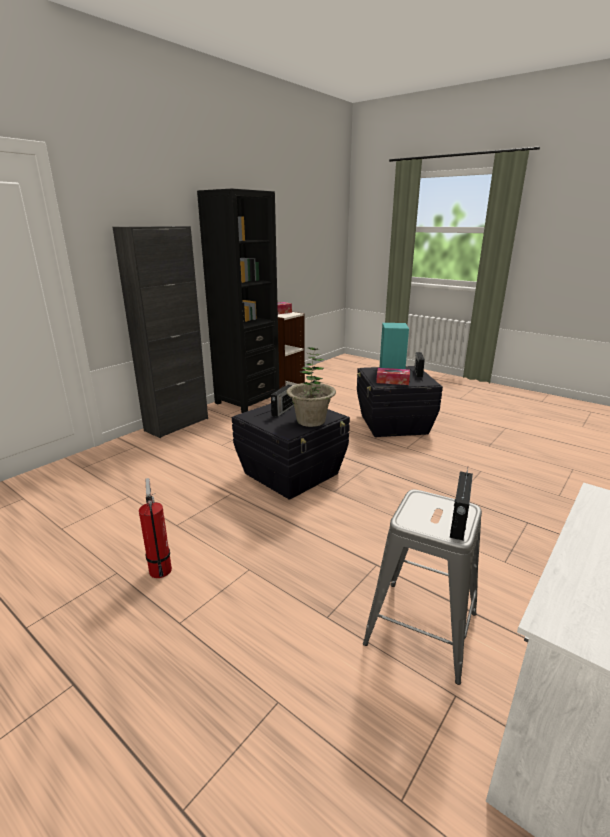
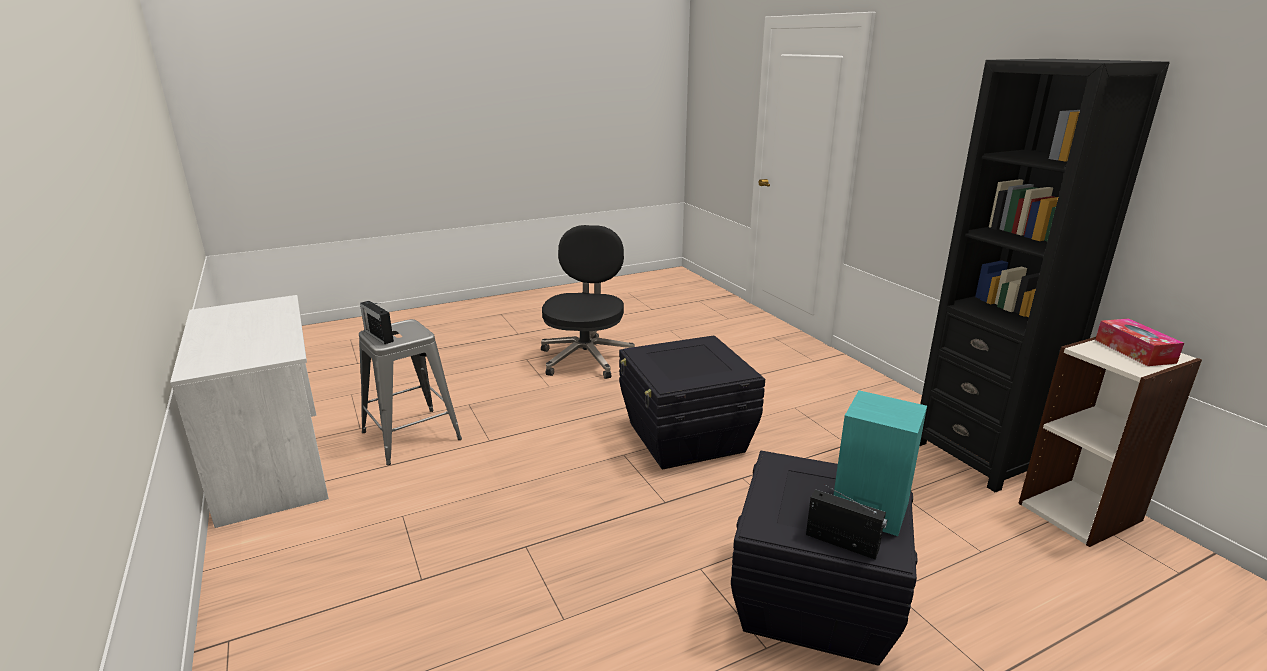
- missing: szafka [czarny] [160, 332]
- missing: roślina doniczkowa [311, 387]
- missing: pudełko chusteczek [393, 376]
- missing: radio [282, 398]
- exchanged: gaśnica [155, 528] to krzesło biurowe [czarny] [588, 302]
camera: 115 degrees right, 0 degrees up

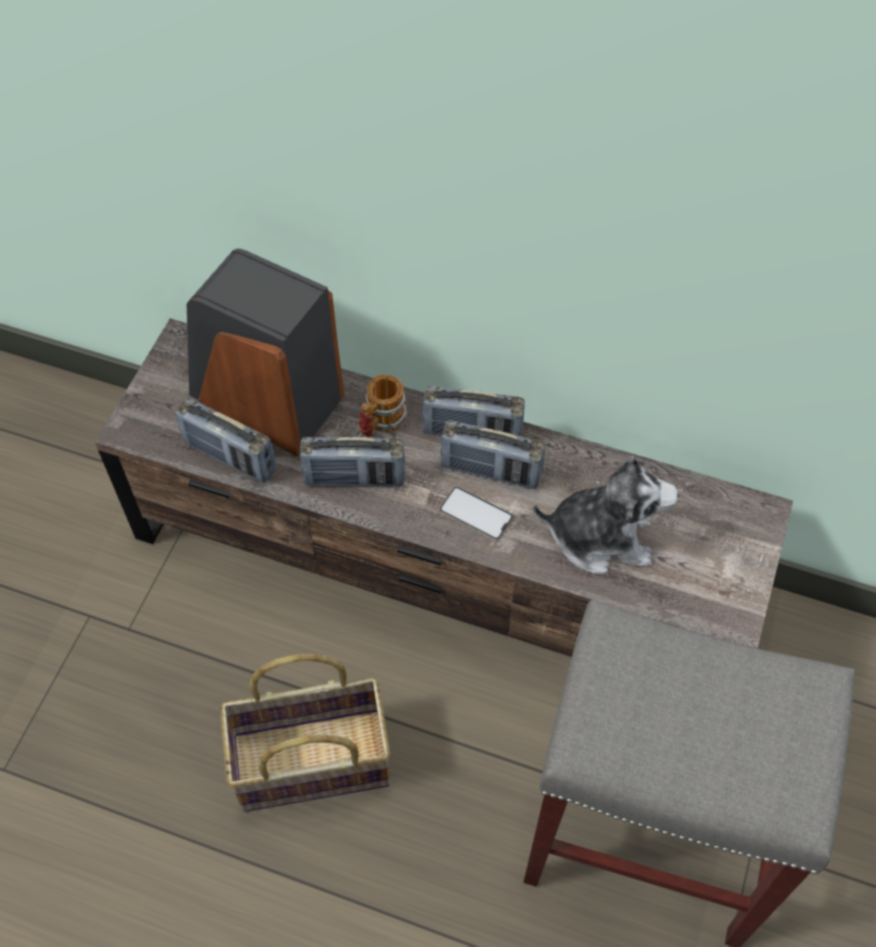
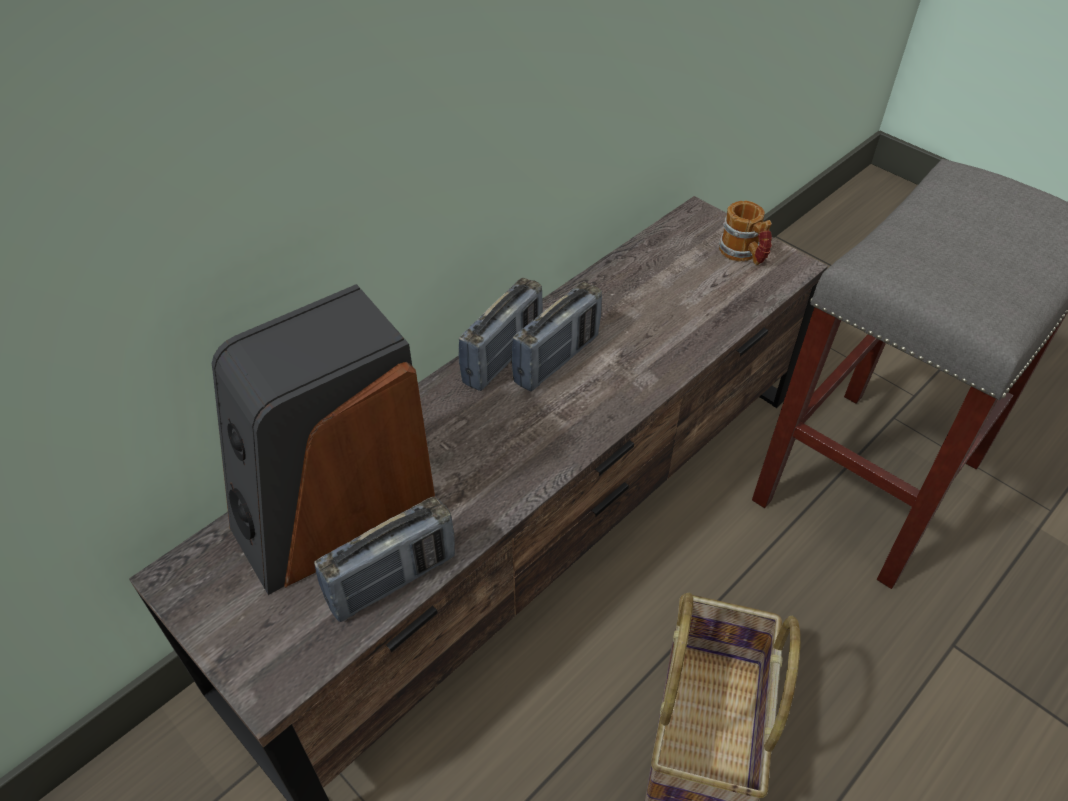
- relocated: kubek [383, 405] to [745, 233]
- missing: radio [352, 462]
- missing: pluszak [606, 515]
- missing: telefon [476, 513]
camera: 65 degrees left, 10 degrees down

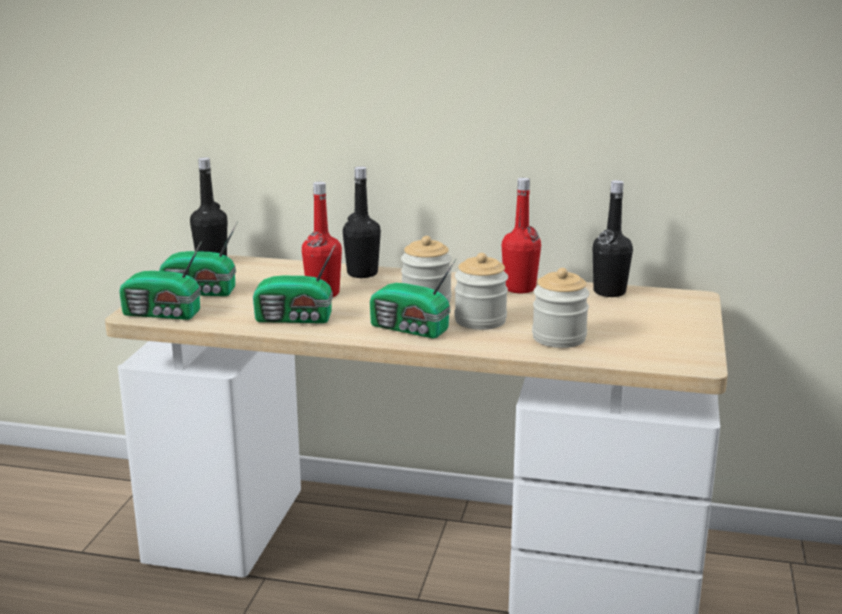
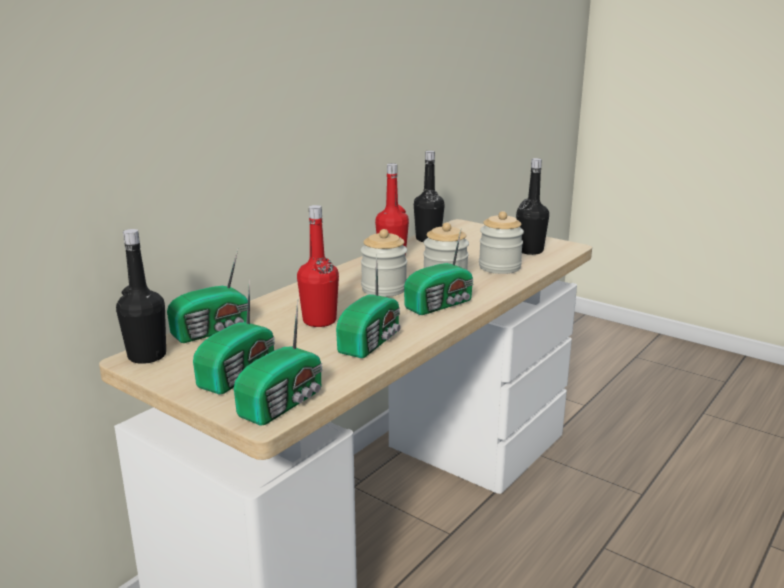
- relocated: butelka [czarny] [362, 222] to [532, 206]
- appeared: radio [207, 296]
camera: 65 degrees left, 0 degrees up

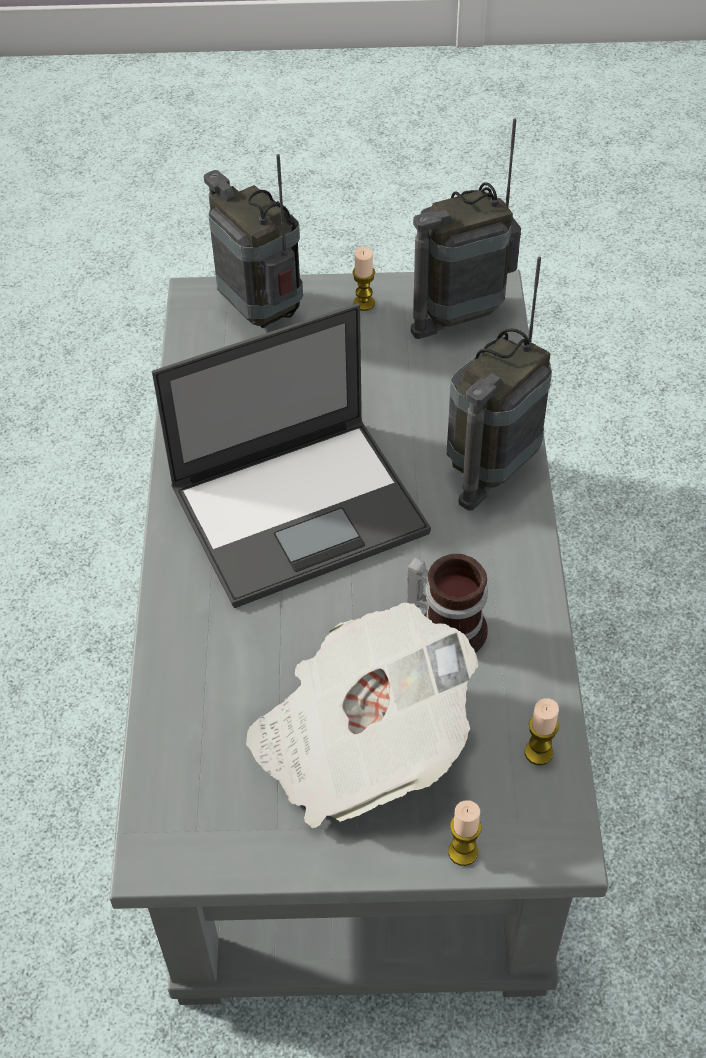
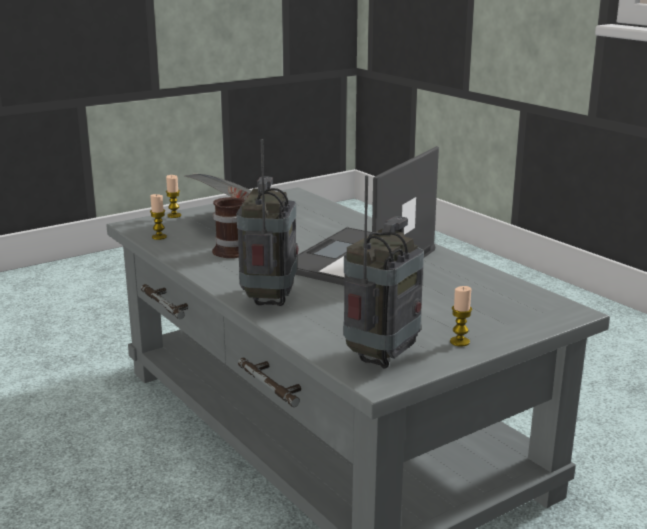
- missing: radio [253, 241]
camera: 145 degrees right, 30 degrees down

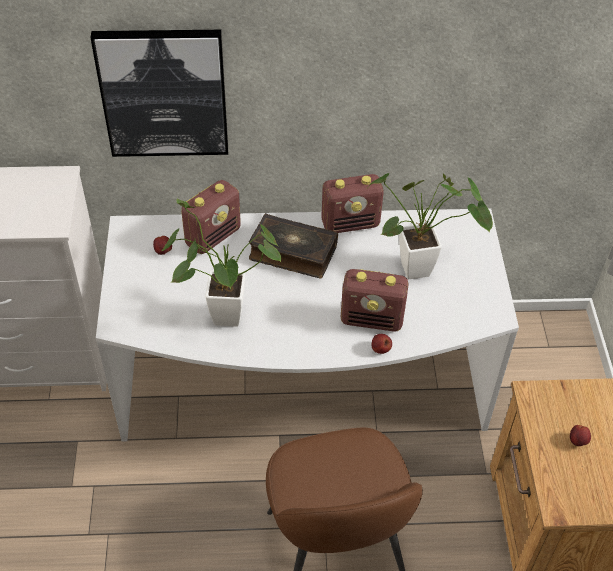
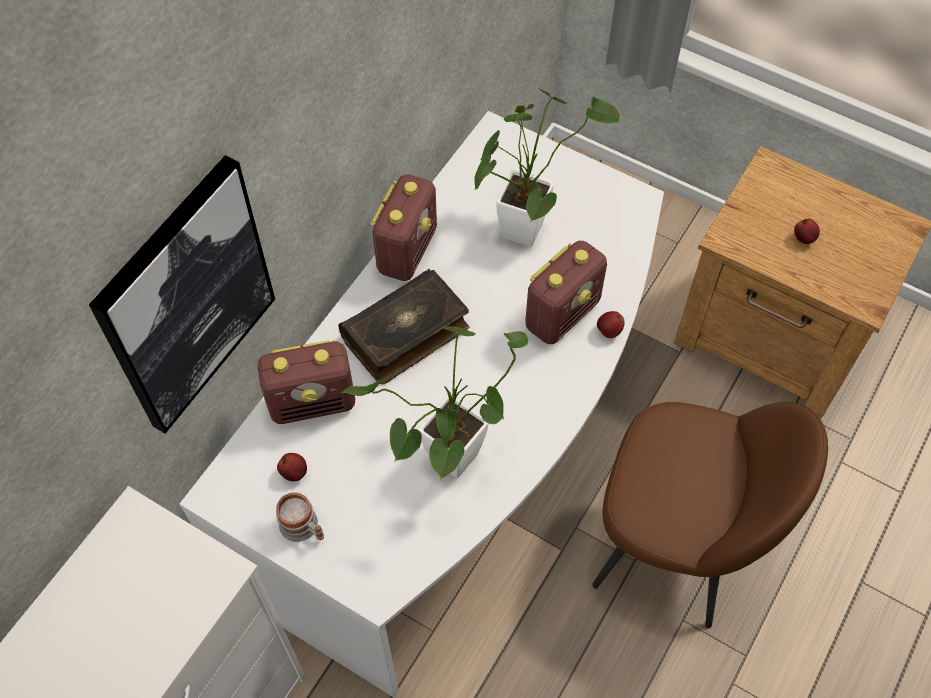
- spun: radio [211, 217] = [306, 382] 90 degrees clockwise
- appeared: kubek [300, 517]
camera: 55 degrees left, 10 degrees up

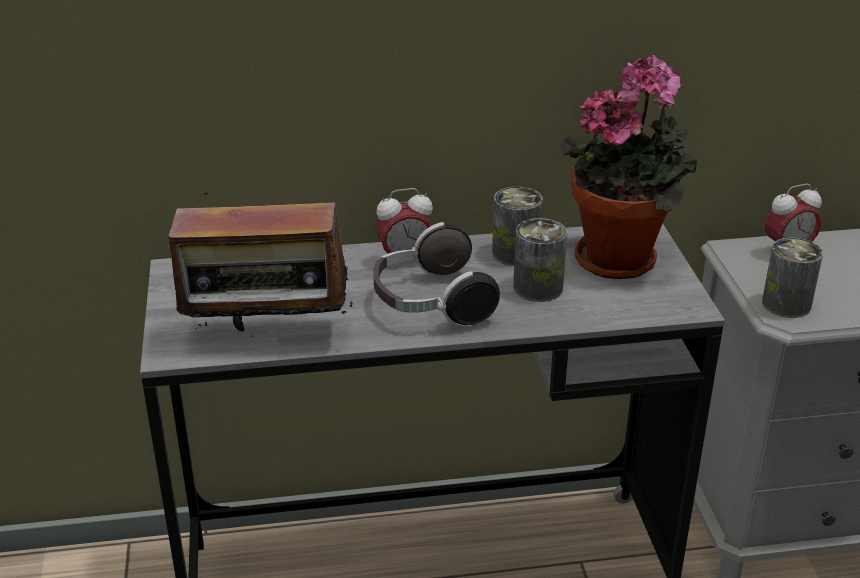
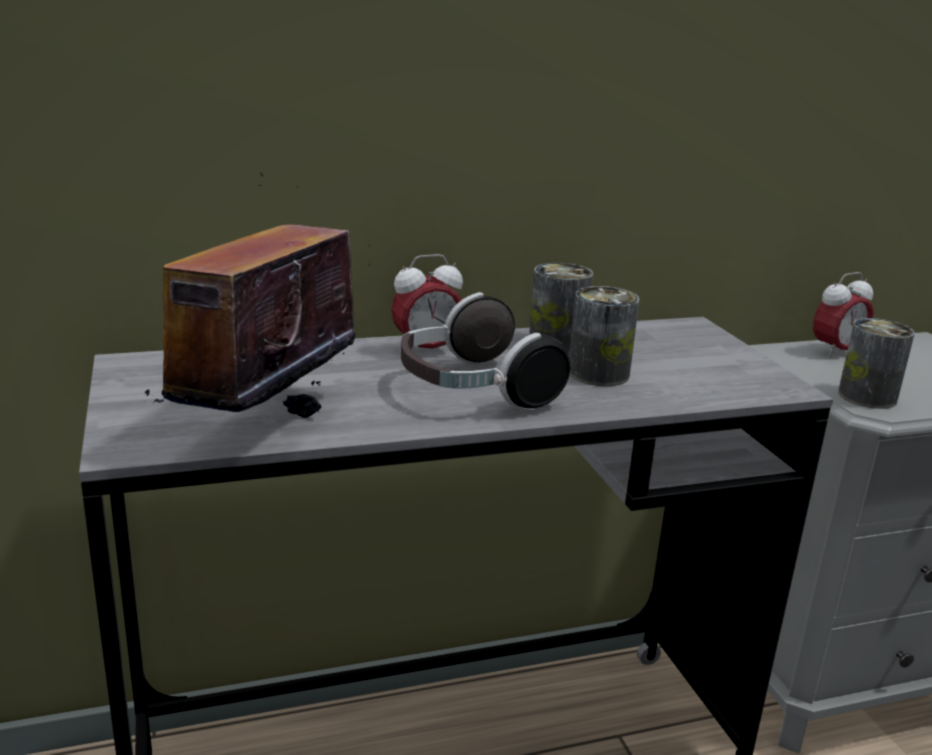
- missing: roślina doniczkowa [629, 167]
- spun: radio [258, 271] = [258, 295] 120 degrees clockwise
camera: 10 degrees left, 10 degrees down

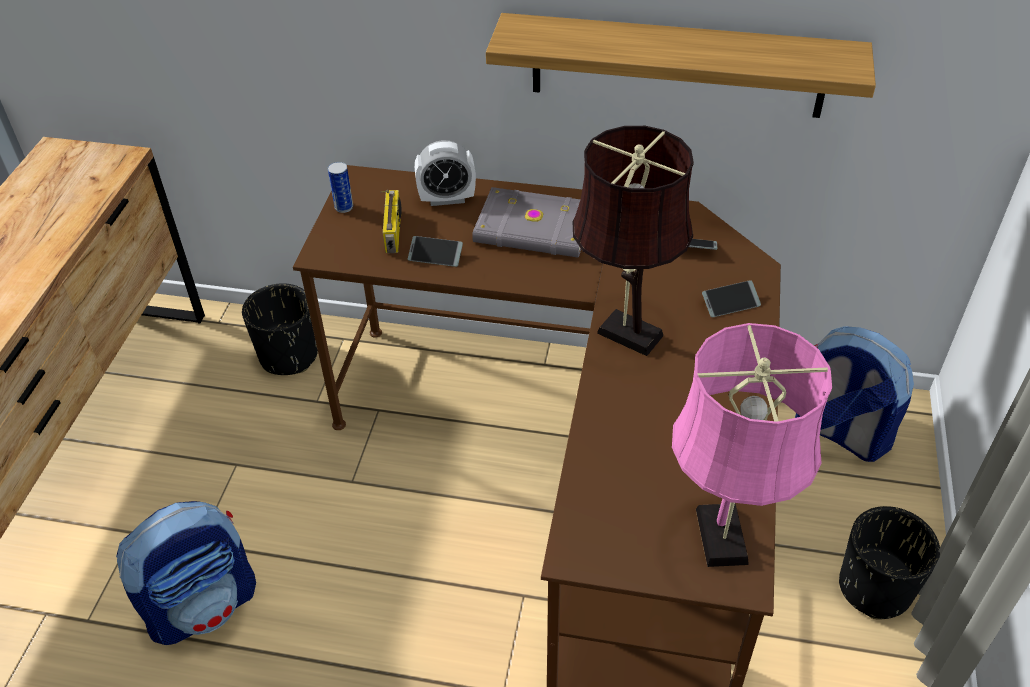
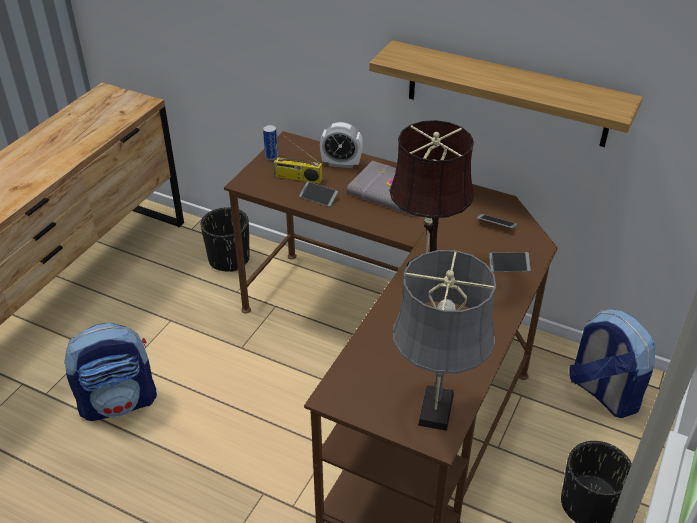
- spun: radio [391, 221] = [297, 159] 90 degrees clockwise
- colour: lampa stołowa [różowy] [752, 445] to lampa stołowa [szary] [444, 340]
camera: 15 degrees right, 5 degrees down

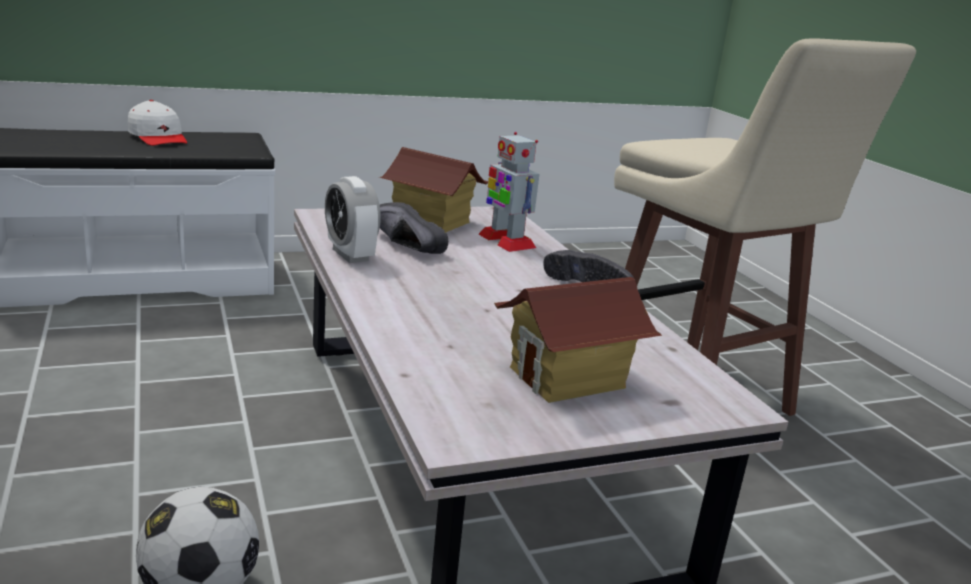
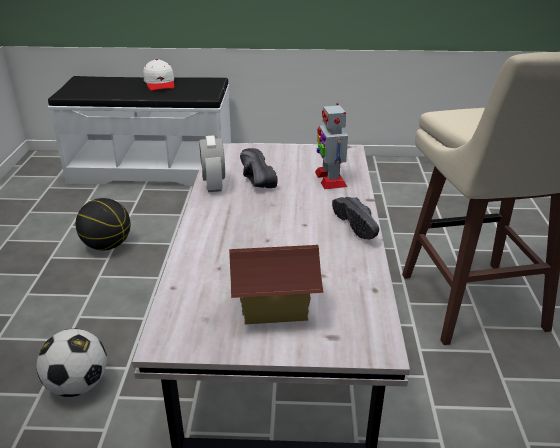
- missing: domek [433, 190]
- appeared: piłka do koszykówki [103, 224]
camera: 25 degrees right, 10 degrees up

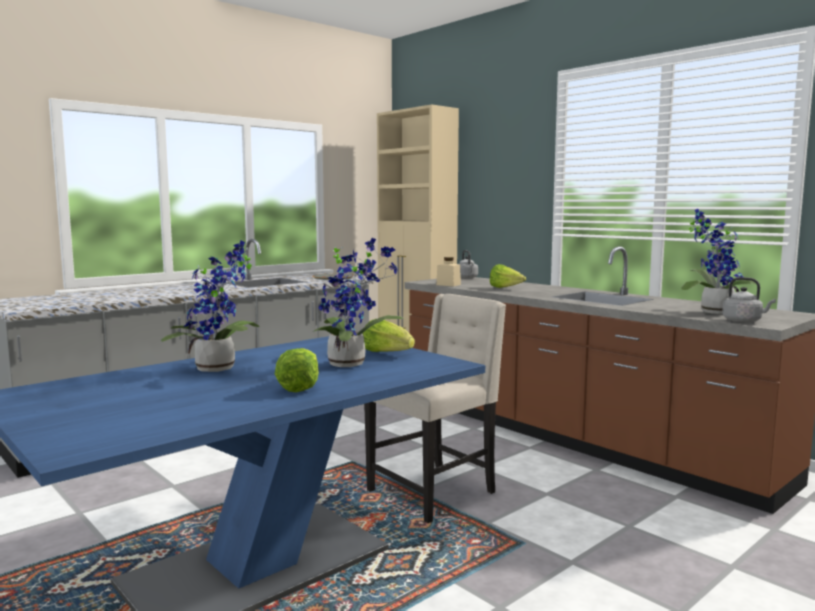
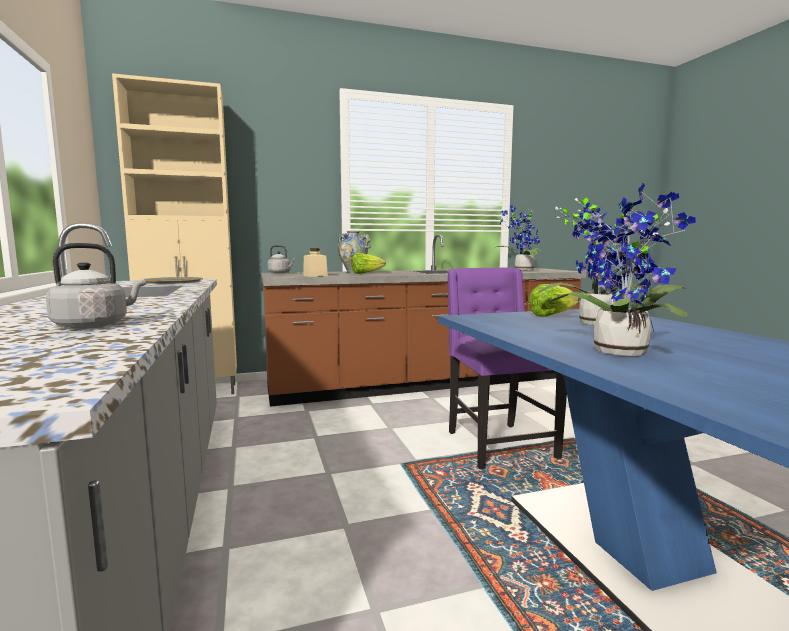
- relocated: czajnik [szary] [749, 300] to [96, 286]
- colour: krzesło [beżowy] [435, 408] to krzesło [fioletowy] [507, 369]
- missing: sałata [297, 370]
- appeared: wazon [354, 252]
camera: 65 degrees left, 0 degrees up

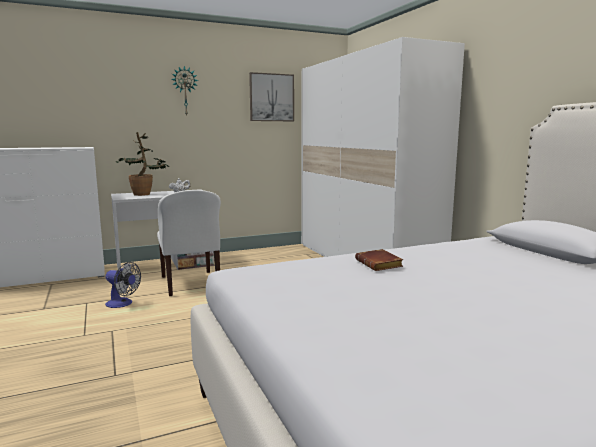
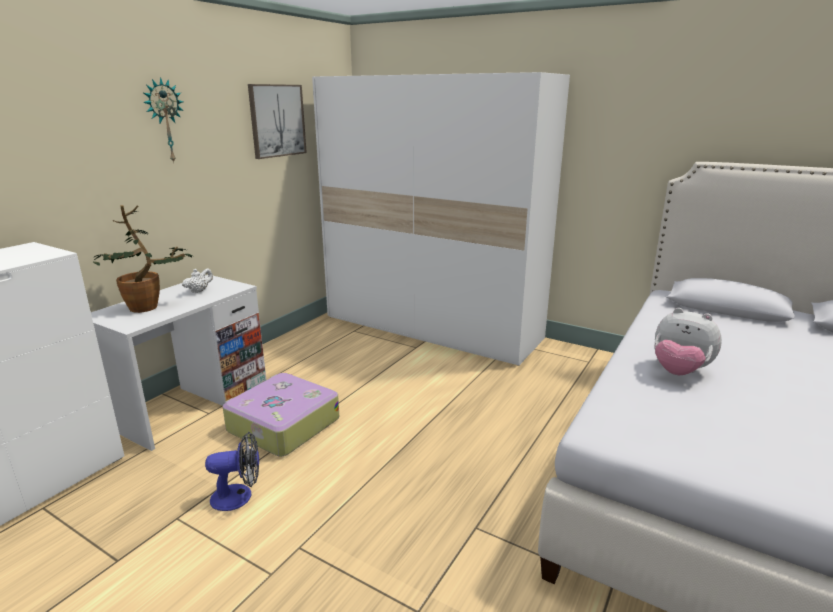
- exchanged: krzesło [biały] [189, 243] to walizka [281, 414]
- exchanged: książka [brązowy] [379, 260] to pluszak [688, 341]
camera: 35 degrees left, 10 degrees up

